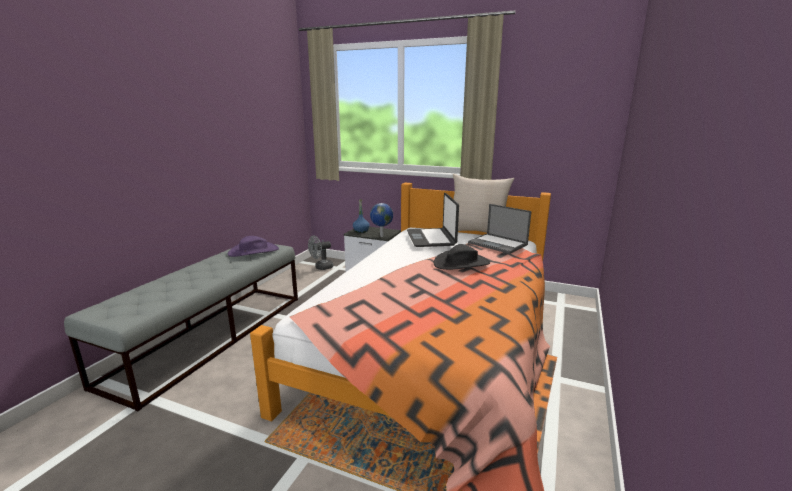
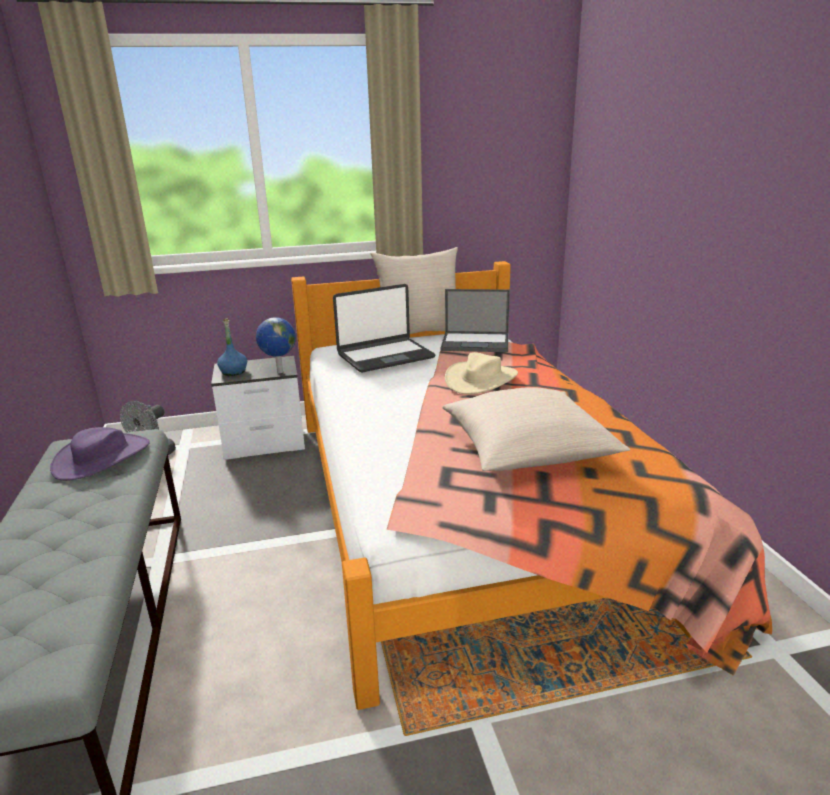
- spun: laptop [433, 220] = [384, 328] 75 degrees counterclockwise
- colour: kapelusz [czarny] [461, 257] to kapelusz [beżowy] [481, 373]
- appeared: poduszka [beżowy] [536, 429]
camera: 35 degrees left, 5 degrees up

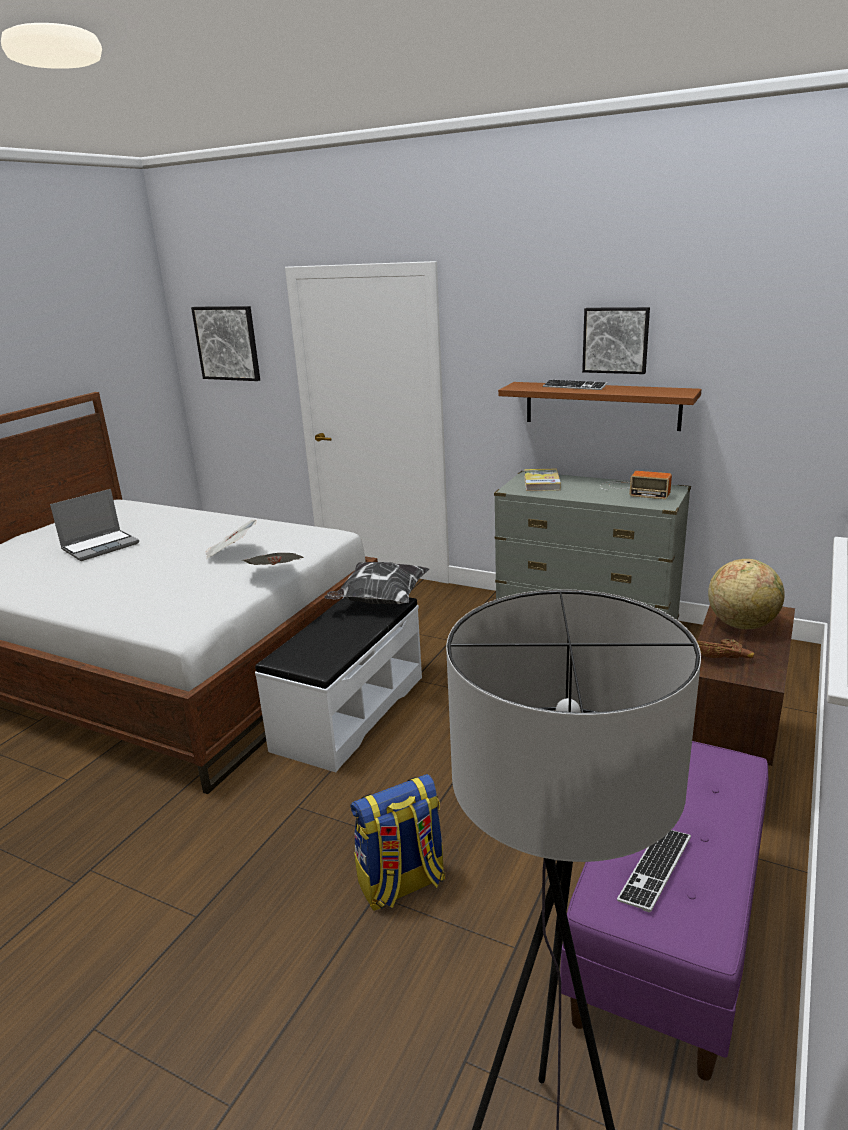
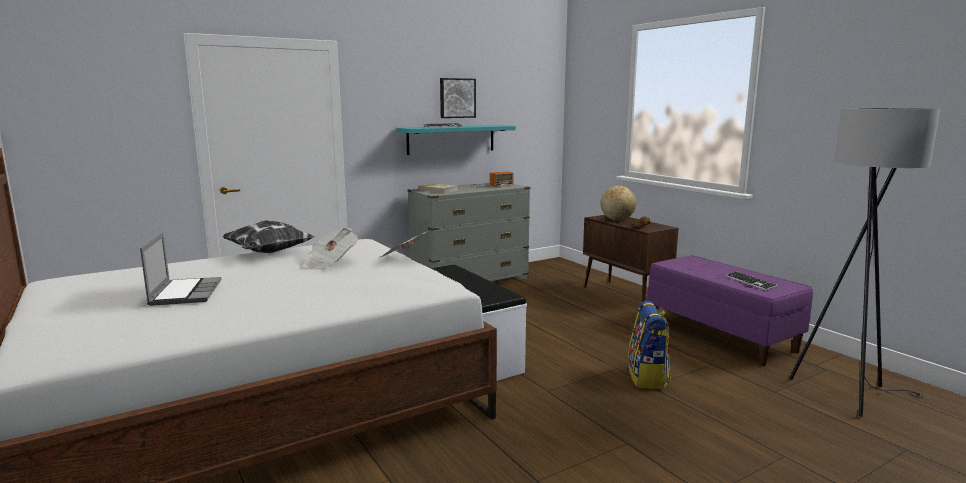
- missing: obraz [225, 343]
- colour: półka [brązowy] [600, 406] to półka [turkusowy] [456, 140]
- relocated: poduszka [377, 583] to [268, 236]
camera: 60 degrees left, 10 degrees down

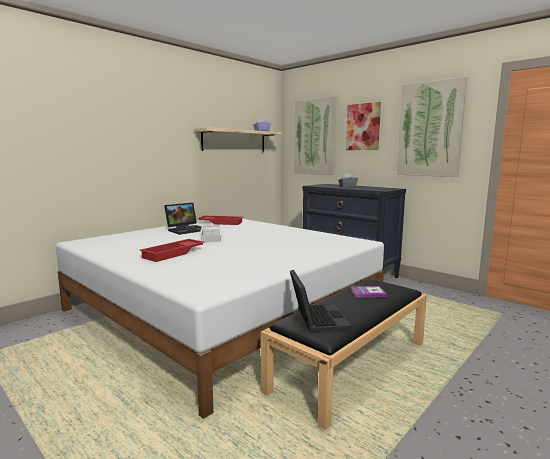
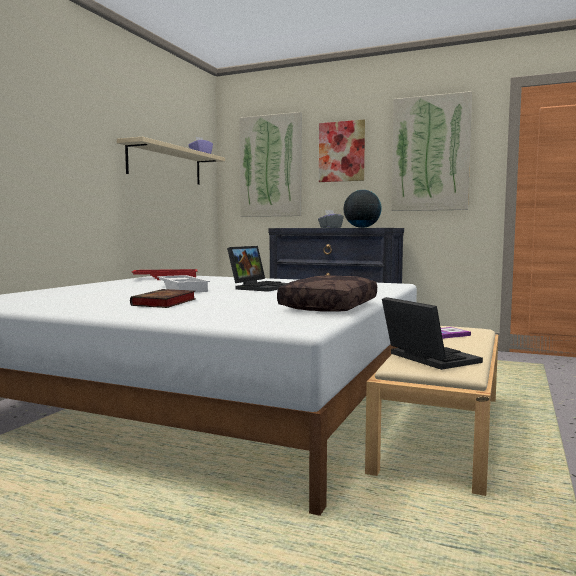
- relocated: laptop [183, 219] to [257, 269]
- exchanged: taca [czerwony] [172, 250] to książka [163, 298]
- colour: ławka [czarny] [344, 354] to ławka [beżowy] [431, 411]
- appeared: globus [363, 209]
- appeared: poduszka [brązowy] [327, 293]
camera: 20 degrees left, 5 degrees down

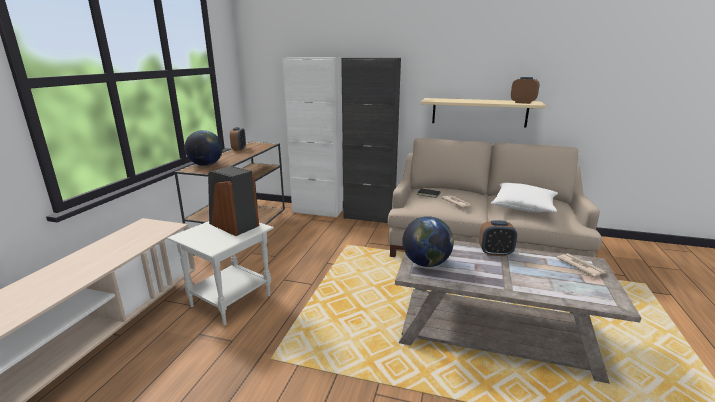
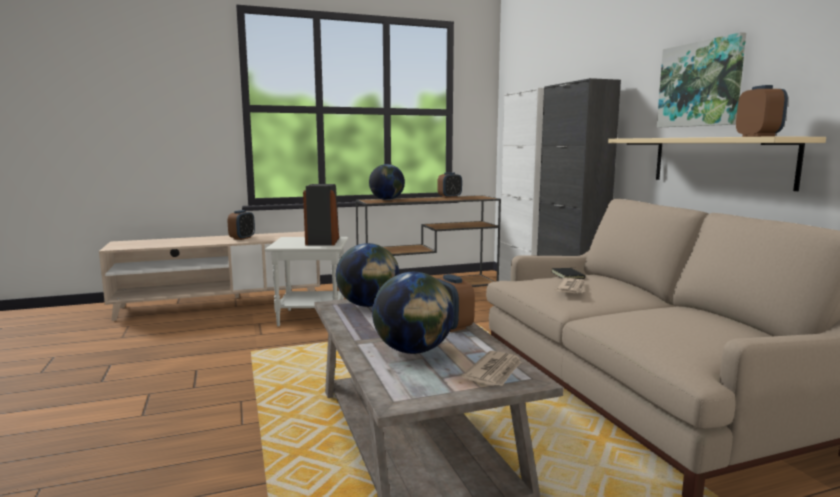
- missing: poduszka [biały] [524, 197]
- appeared: obraz [701, 79]
- appeared: budzik [241, 225]
- appeared: globus [413, 313]
camera: 55 degrees right, 10 degrees down

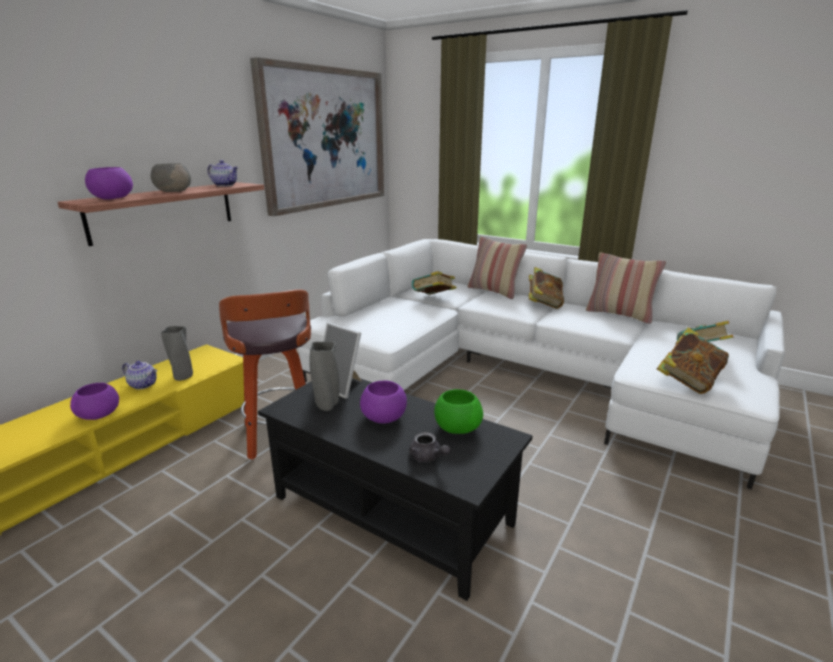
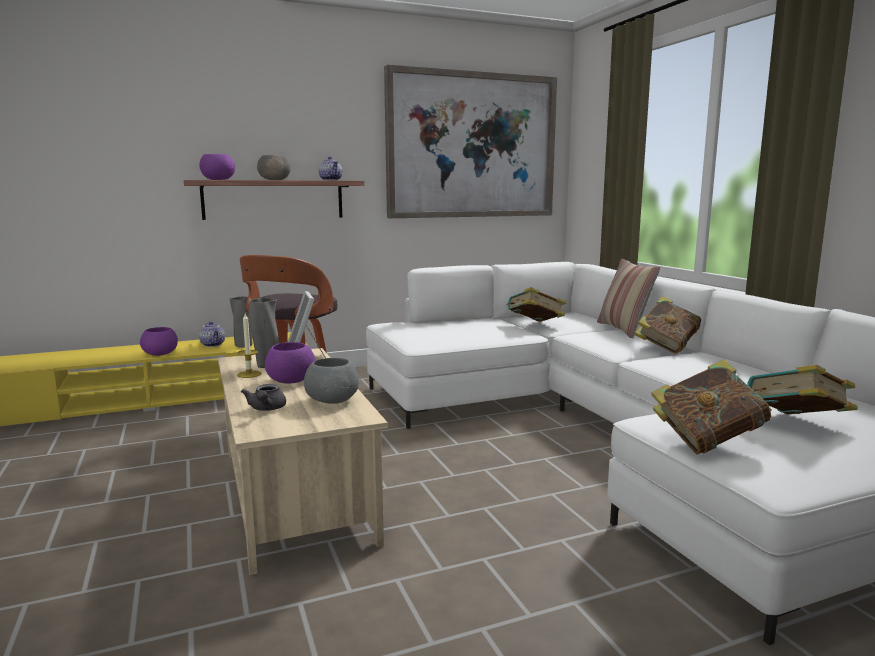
- missing: poduszka [626, 288]
- colour: ława [czarny] [395, 489] to ława [beżowy] [303, 461]
- colour: miska [zielony] [458, 411] to miska [szary] [331, 381]
- appeared: świeca [249, 346]
camera: 35 degrees right, 10 degrees down

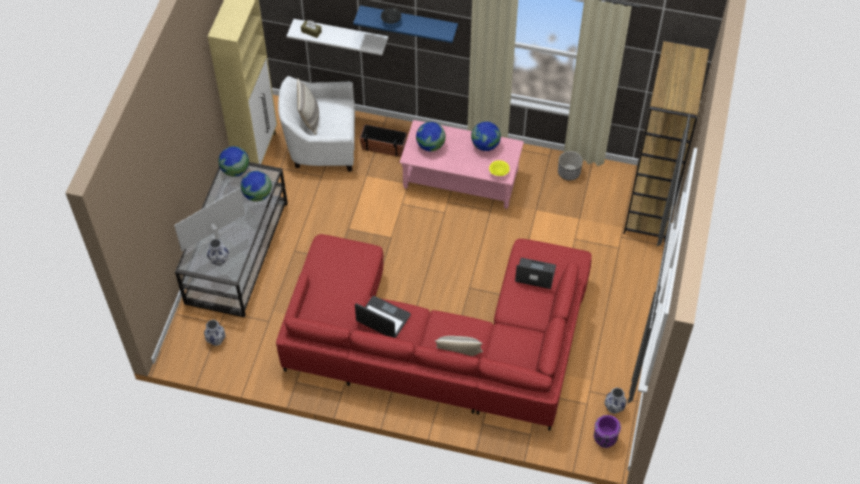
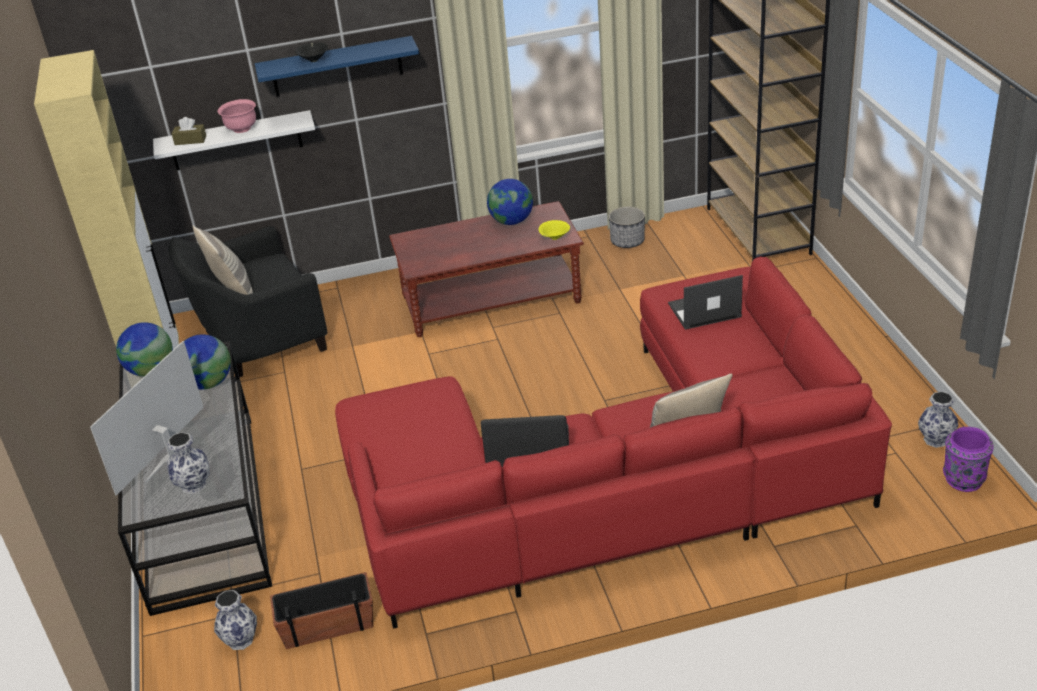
- colour: fotel [biały] [316, 123] to fotel [czarny] [247, 301]
- colour: ława [różowy] [461, 164] to ława [brązowy] [486, 269]
- missing: globus [431, 137]
- relocated: donica [383, 140] to [321, 610]
- appeared: miska [różowy] [237, 116]
camera: 25 degrees left, 20 degrees down

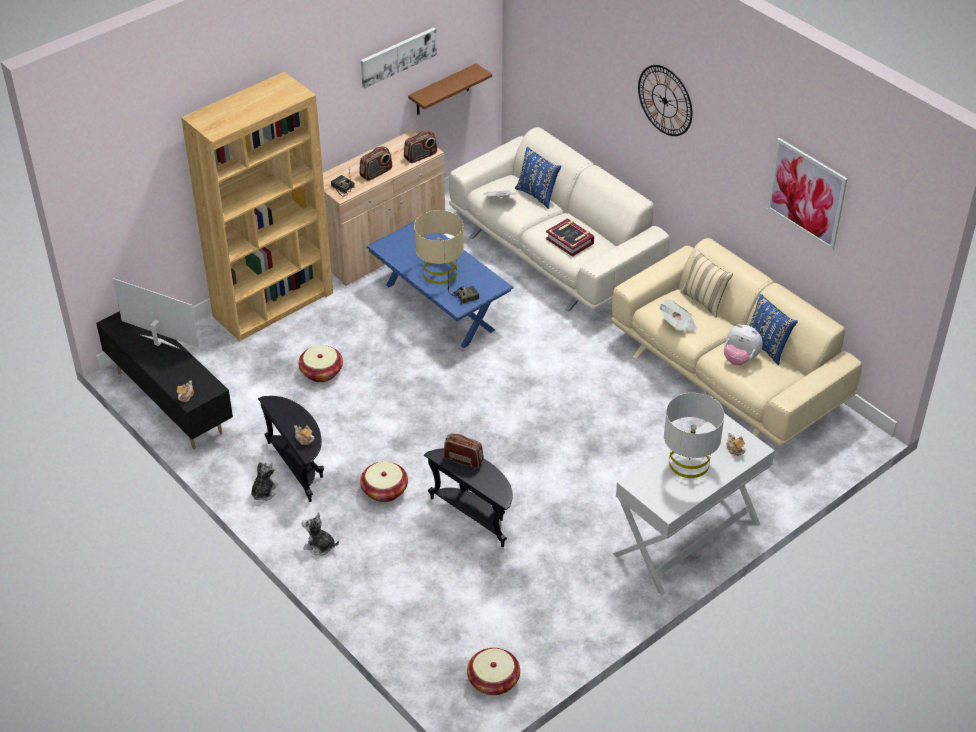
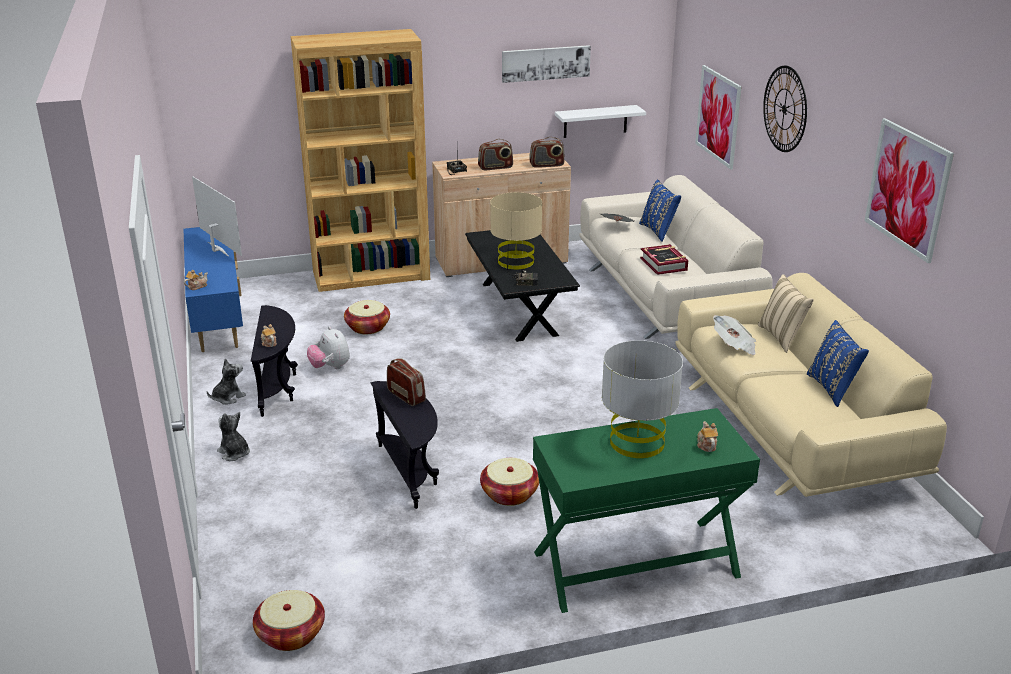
- colour: półka [brązowy] [450, 89] to półka [biały] [600, 121]
- colour: ława [niebieski] [440, 284] to ława [czarny] [522, 286]
- colour: szafka pod telewizor [czarny] [164, 380] to szafka pod telewizor [niebieski] [213, 289]
- relocated: pluszak [743, 344] to [328, 347]
- colour: stolik konsolowy [biały] [694, 504] to stolik konsolowy [zielony] [646, 510]
- relocated: koszyk [384, 481] to [509, 482]
- appeared: obraz [718, 117]
camera: 25 degrees right, 15 degrees down

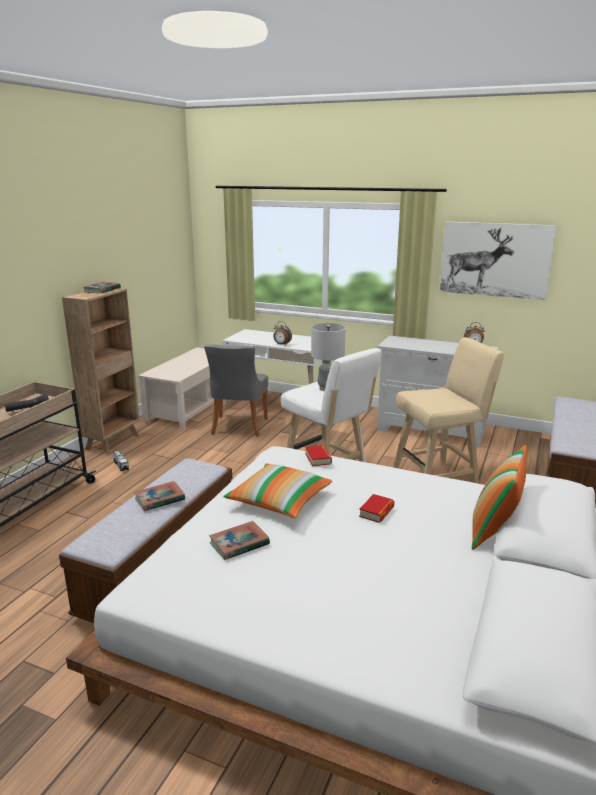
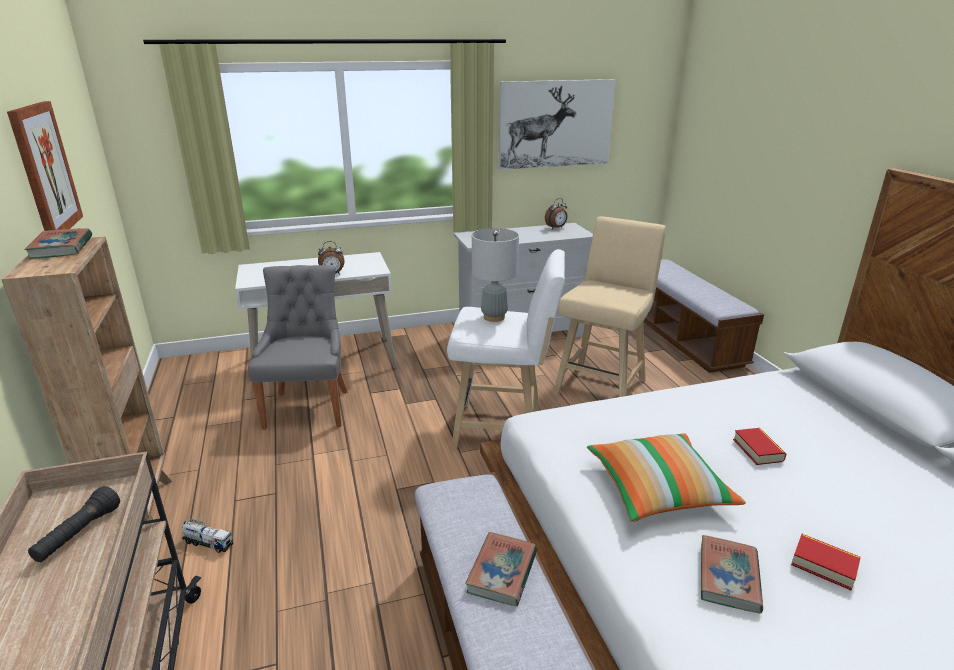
- spun: krzesło [szary] [236, 390] = [298, 347] 150 degrees counterclockwise
- missing: ława [beżowy] [176, 389]
- relocated: książka [318, 455] to [826, 562]
- missing: poduszka [499, 497]
- appeared: obraz [45, 166]
camera: 40 degrees left, 5 degrees up

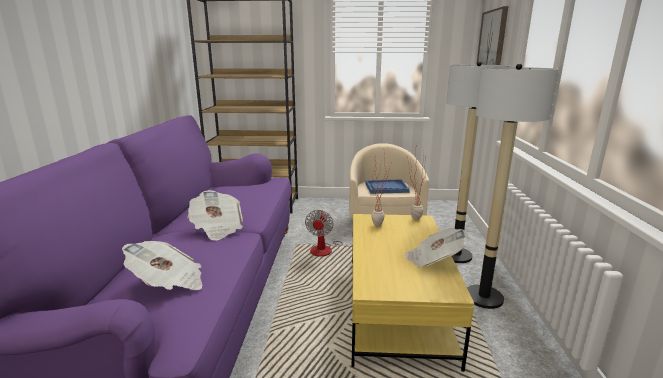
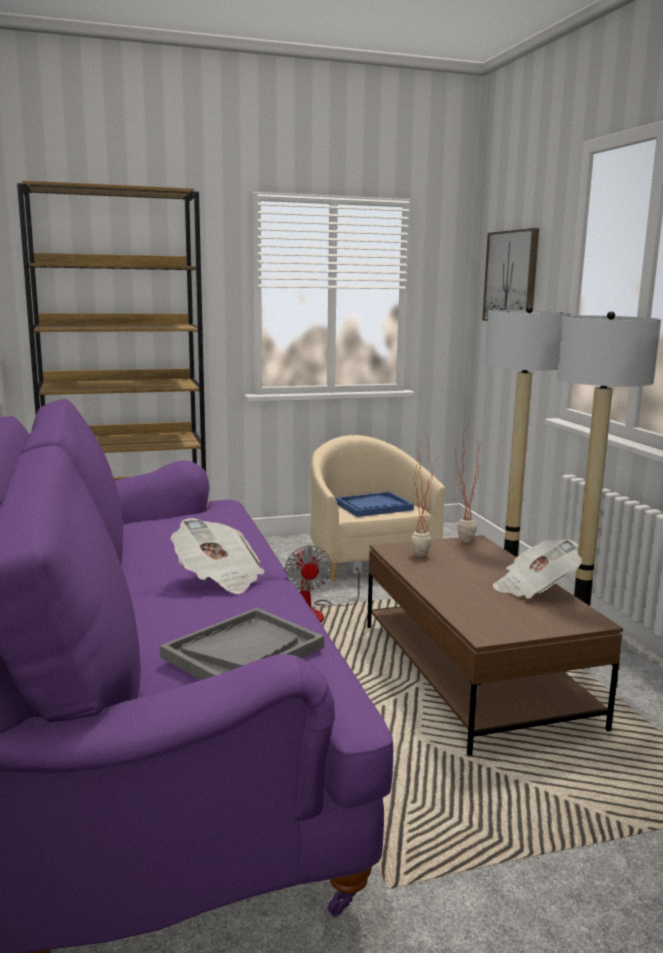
- colour: ława [żółty] [413, 292] to ława [brązowy] [495, 645]
- exchanged: gazeta [162, 265] to taca [szary] [242, 644]
camera: 20 degrees left, 5 degrees down

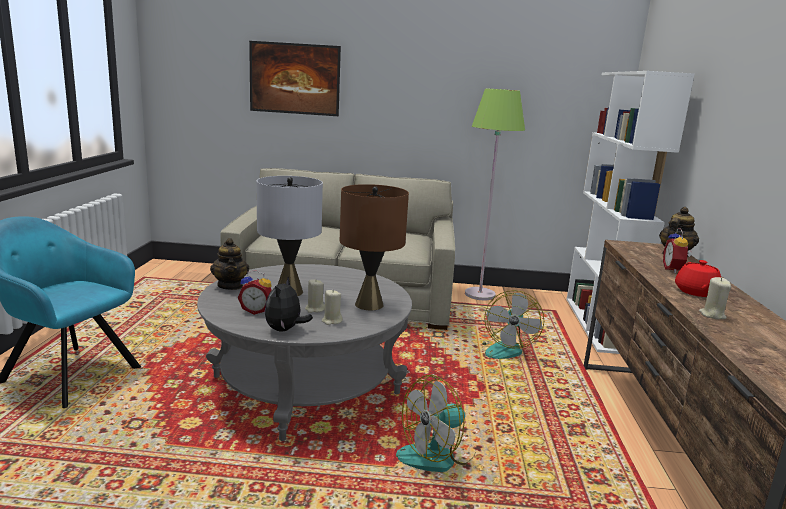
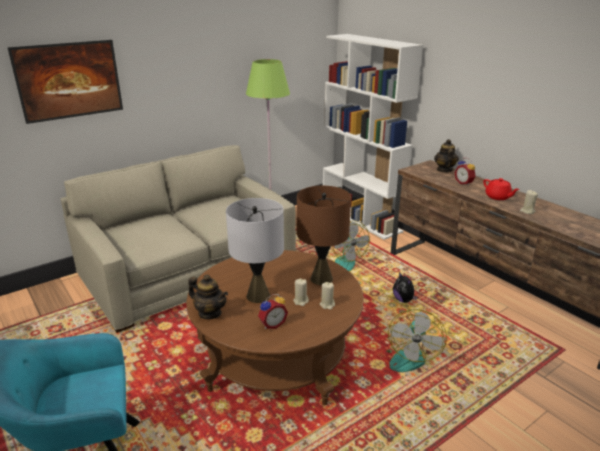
- colour: ława [szary] [304, 352] to ława [brązowy] [275, 327]
- relocated: pluszak [289, 304] to [405, 287]
camera: 40 degrees left, 10 degrees up

